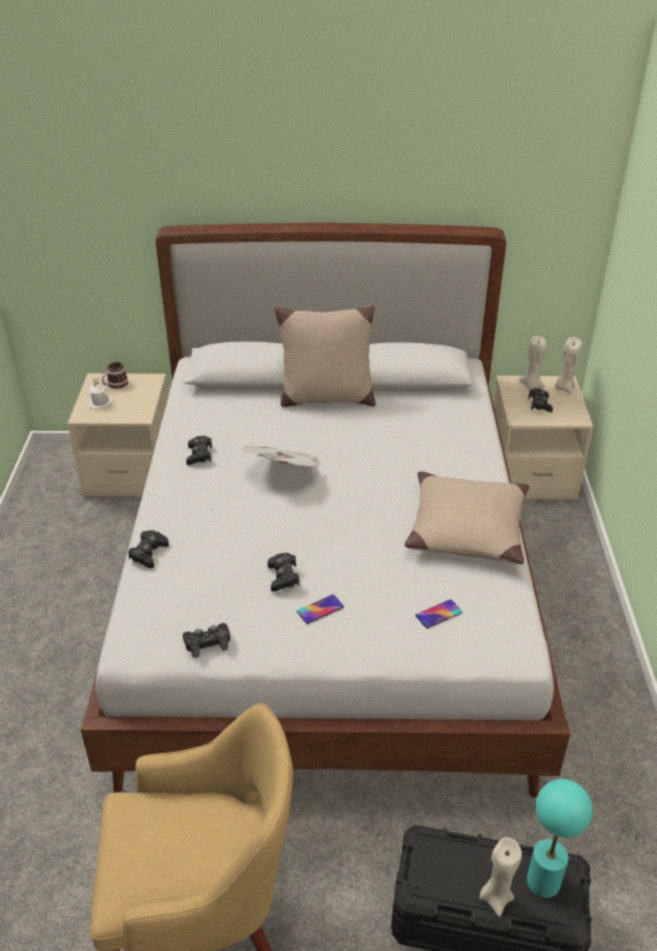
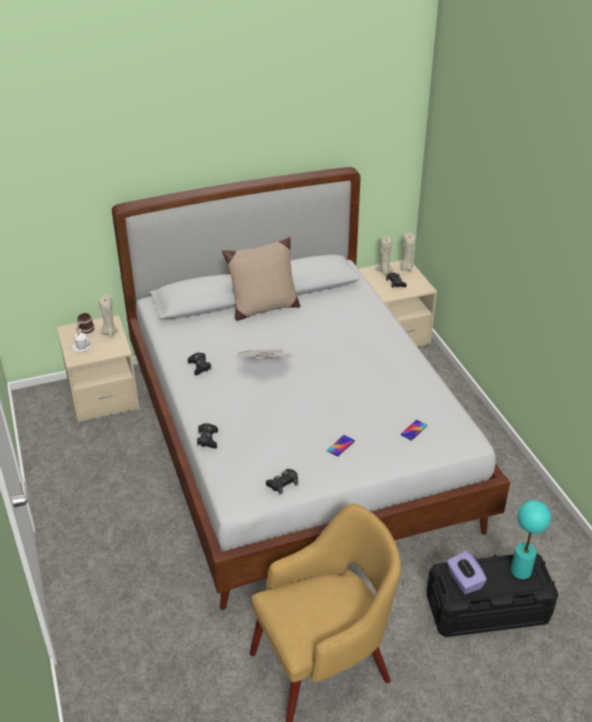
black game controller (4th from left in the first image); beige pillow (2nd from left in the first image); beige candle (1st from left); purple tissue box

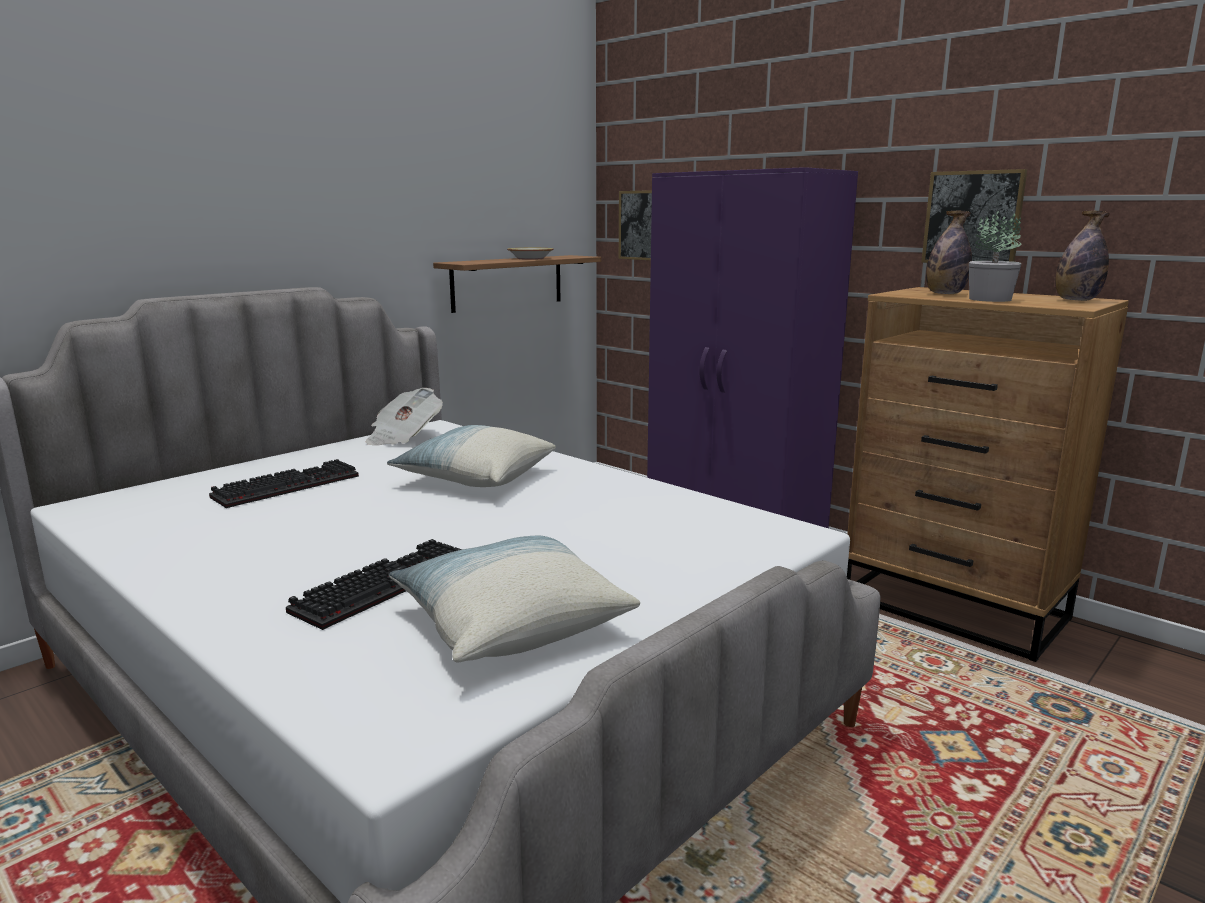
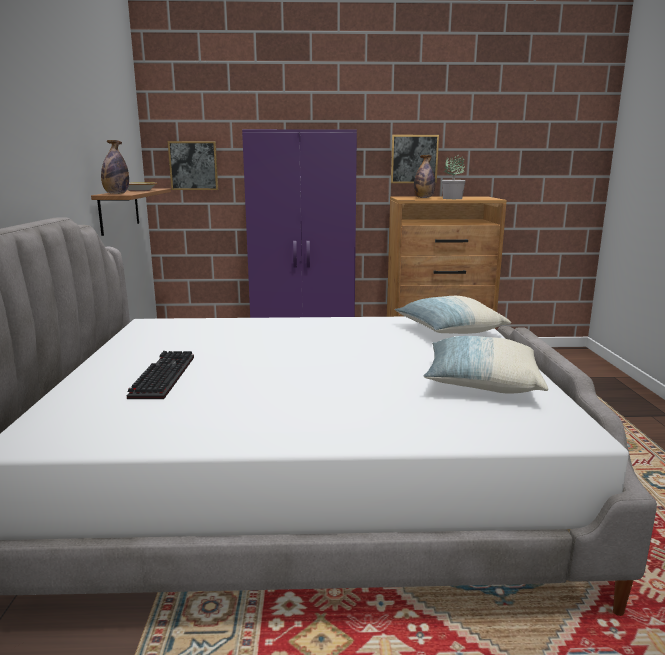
keyboard (2nd from left in the first image); newspaper; pillow (1st from left); bottle (1st from left)

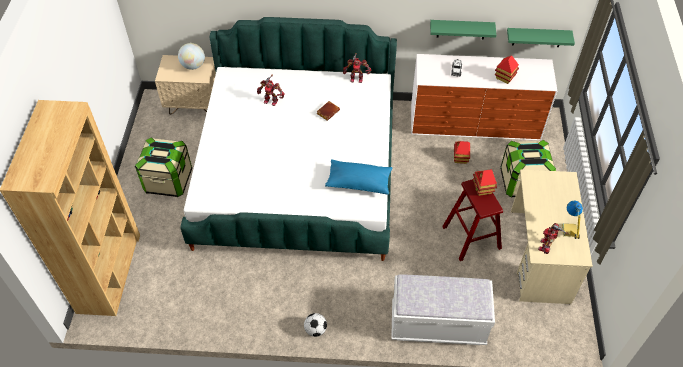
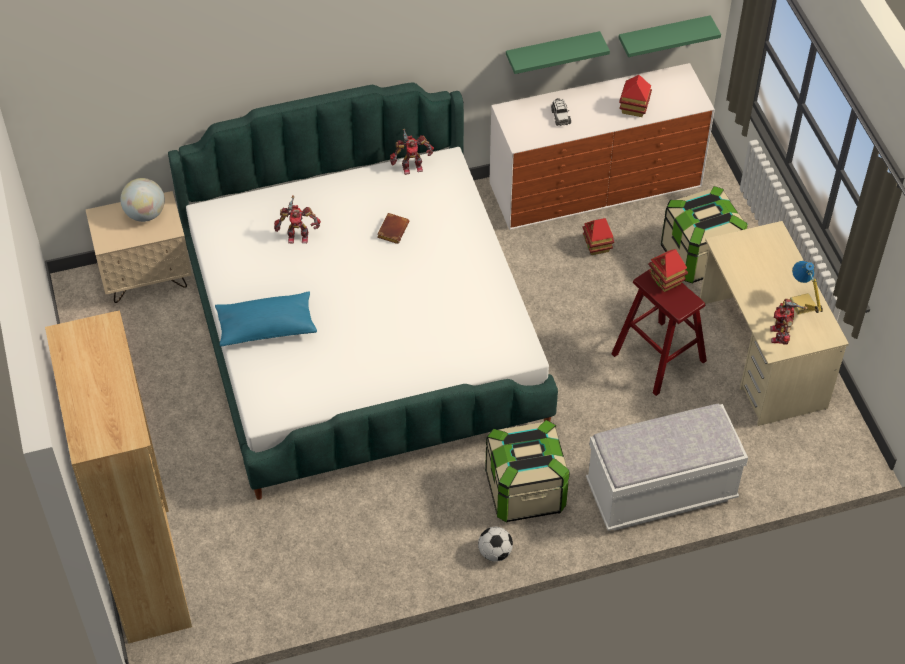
storage box (1st from left); blue pillow

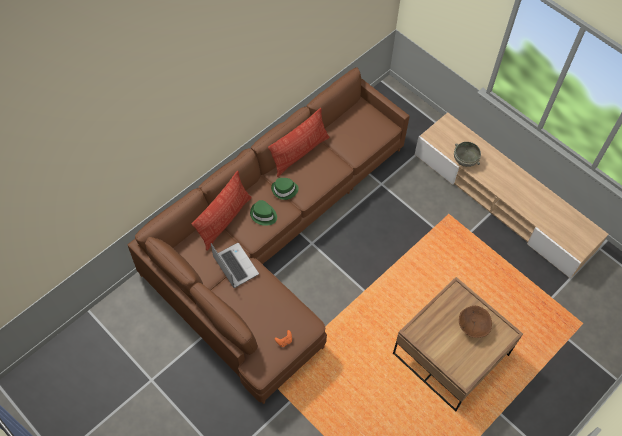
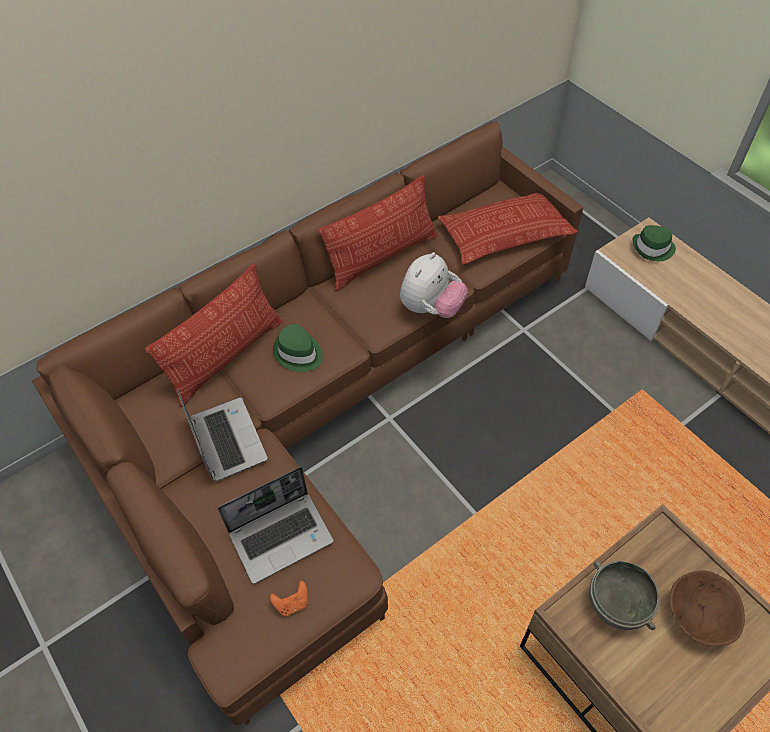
green hat (2nd from left); grey bowl; laptop (2nd from left); plush toy; pillow (3rd from left)

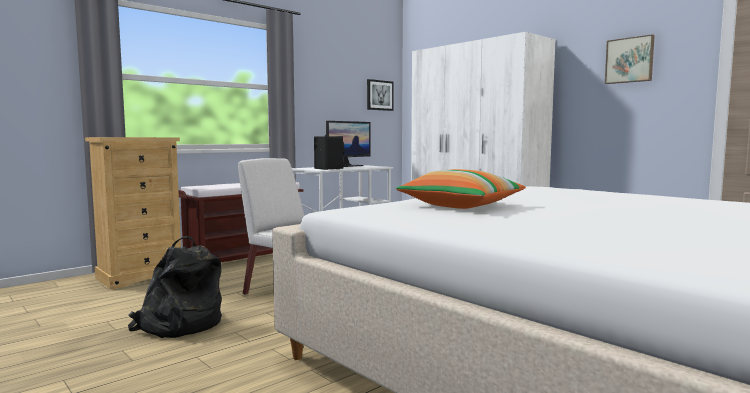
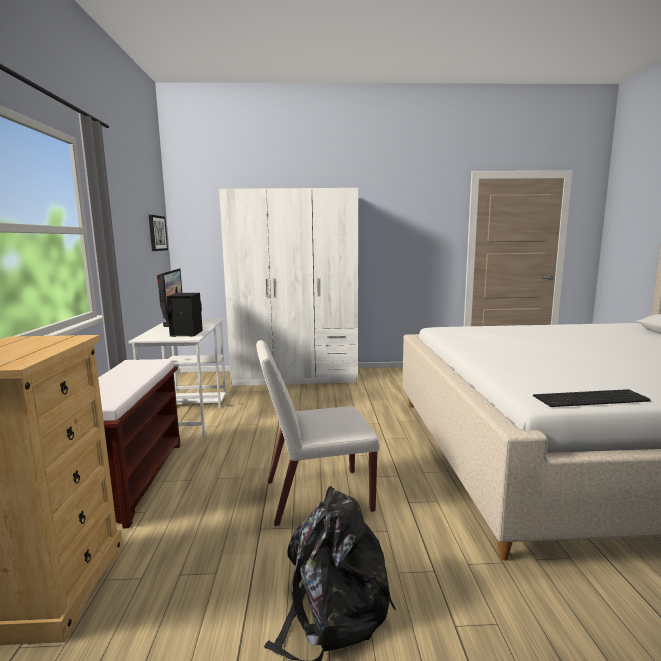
pillow; picture (2nd from left in the first image); keyboard

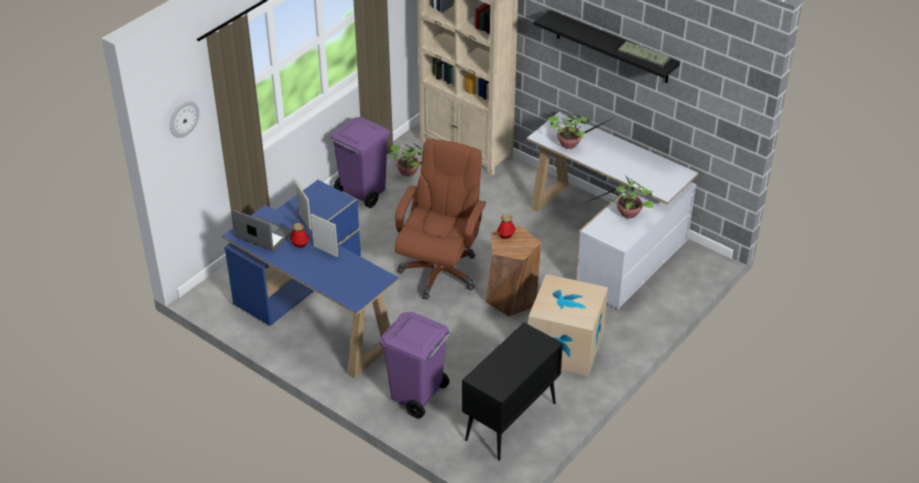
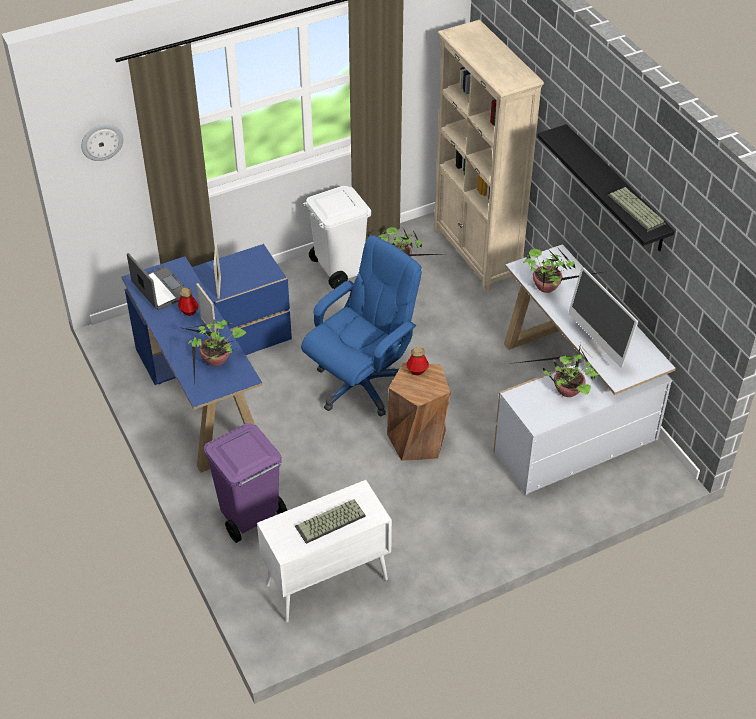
white trash can; blue office chair; white cabinet; cardboard box; potted plant (1st from left); keyboard (1st from left); monitor

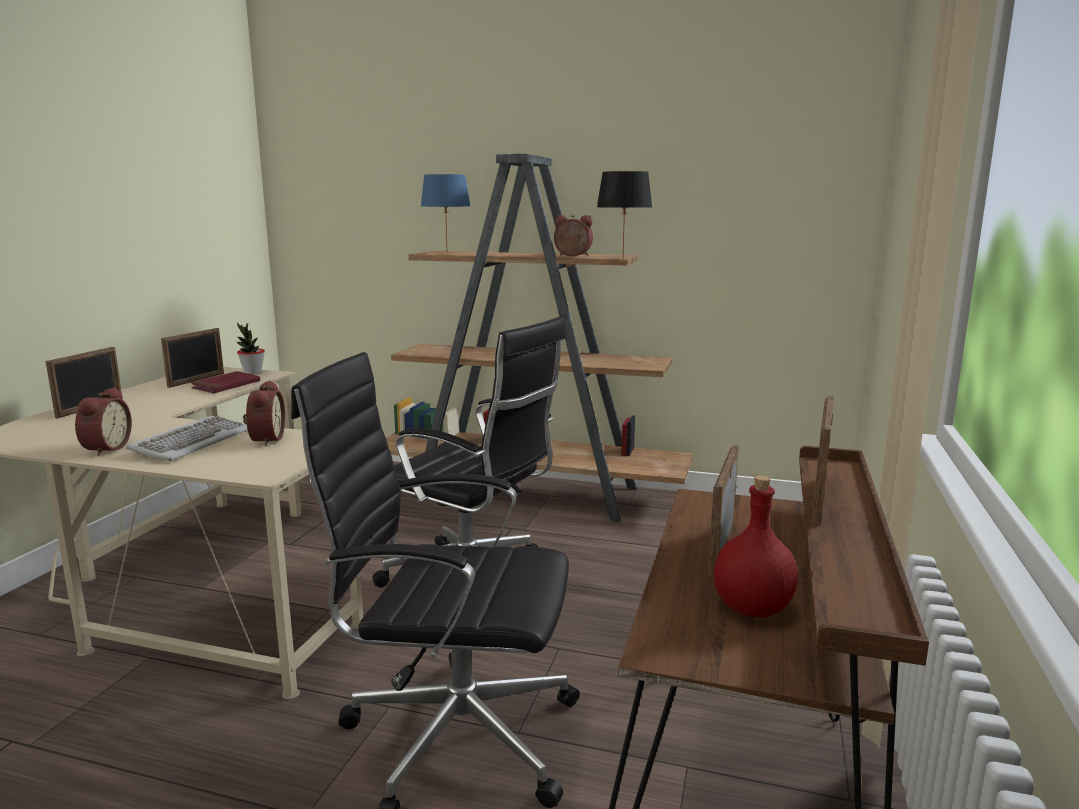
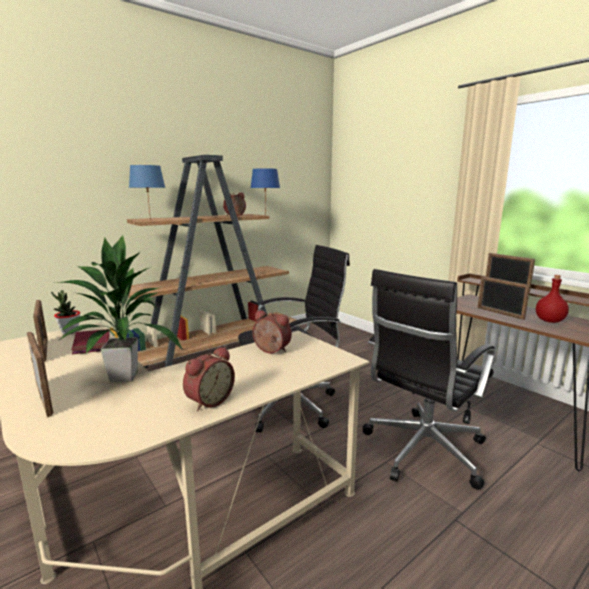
alarm clock (1st from left); keyboard; blue table lamp (2nd from left); potted plant (2nd from left)

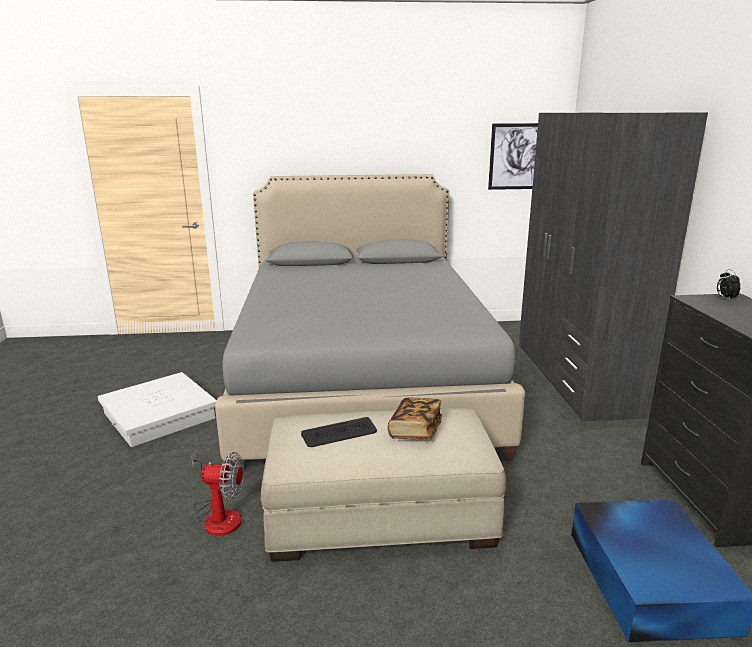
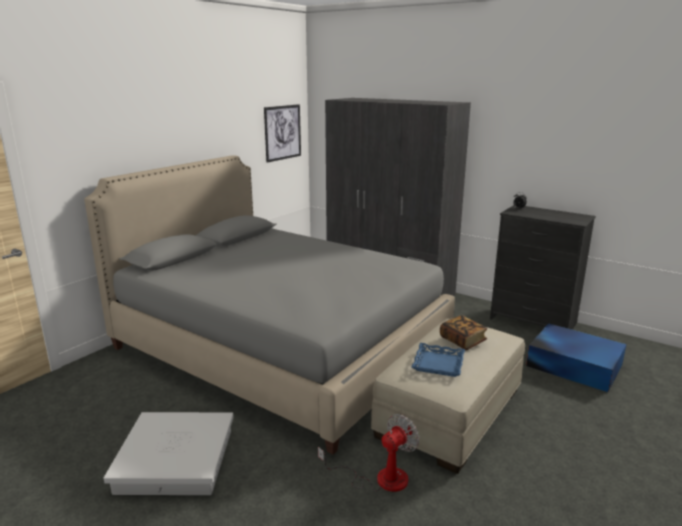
blue tray

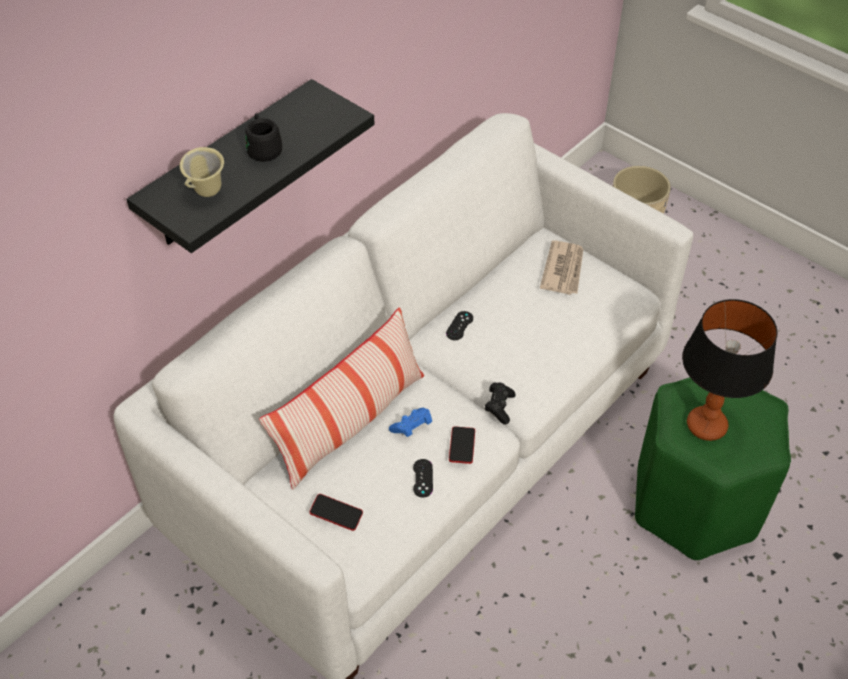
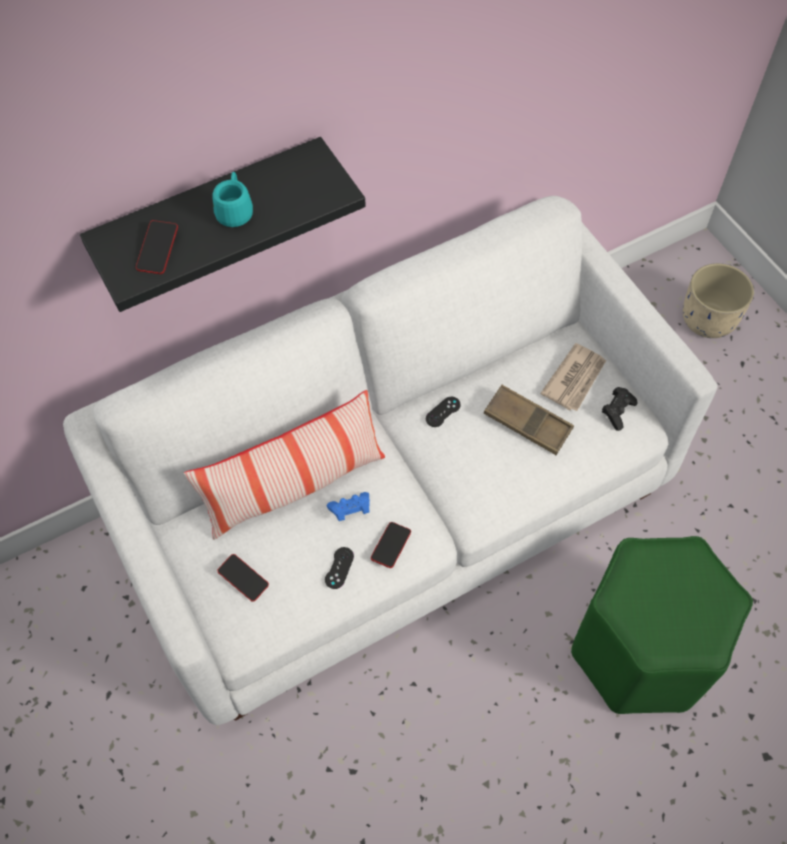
phone (1st from left); turquoise mug; black game controller (3rd from left); table lamp; brown tray

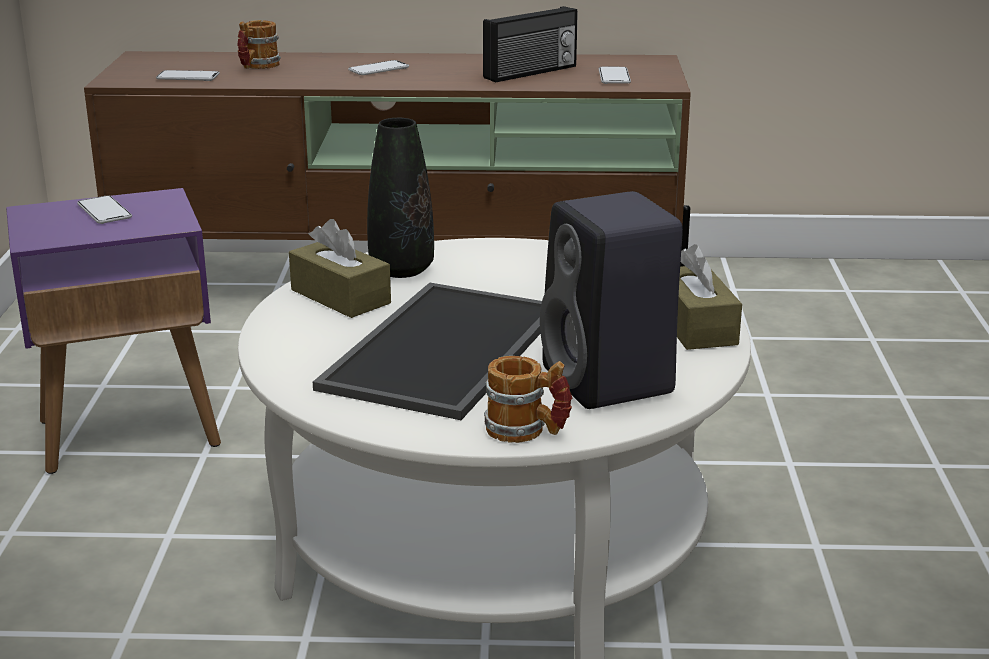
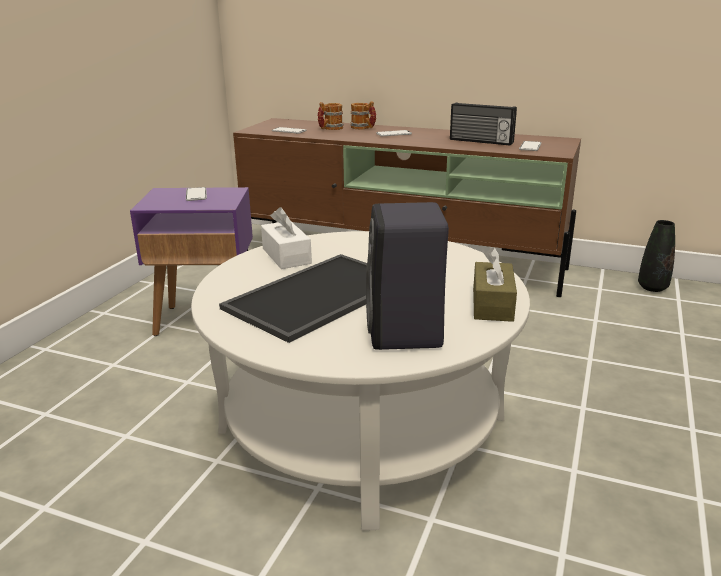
white tissue box; black vase; radio; mug (2nd from left)

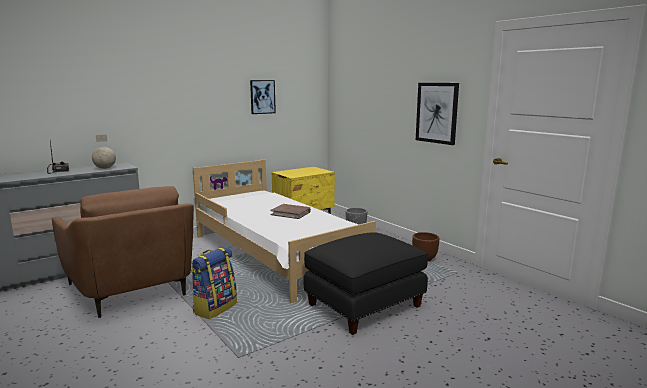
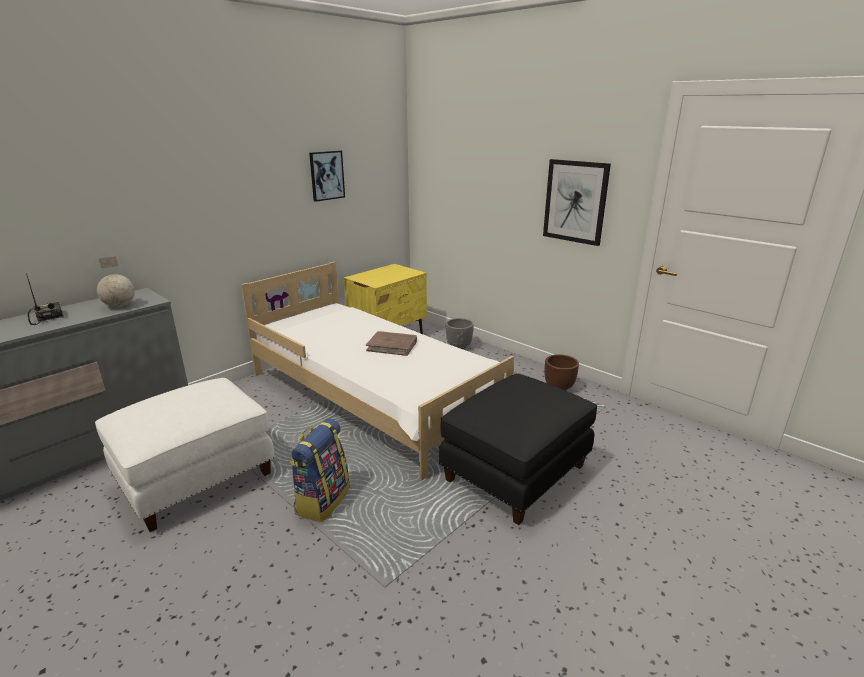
white ottoman

